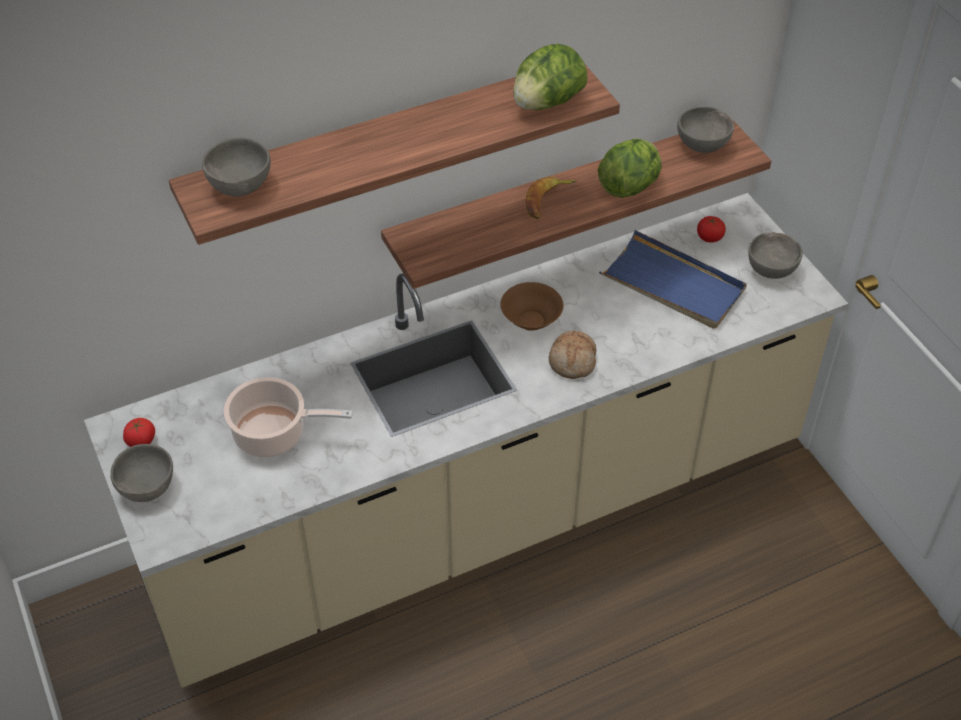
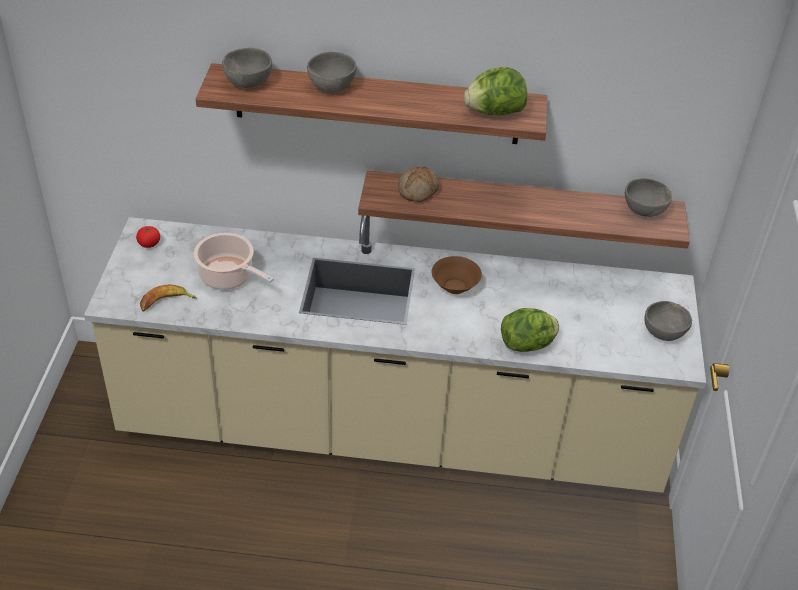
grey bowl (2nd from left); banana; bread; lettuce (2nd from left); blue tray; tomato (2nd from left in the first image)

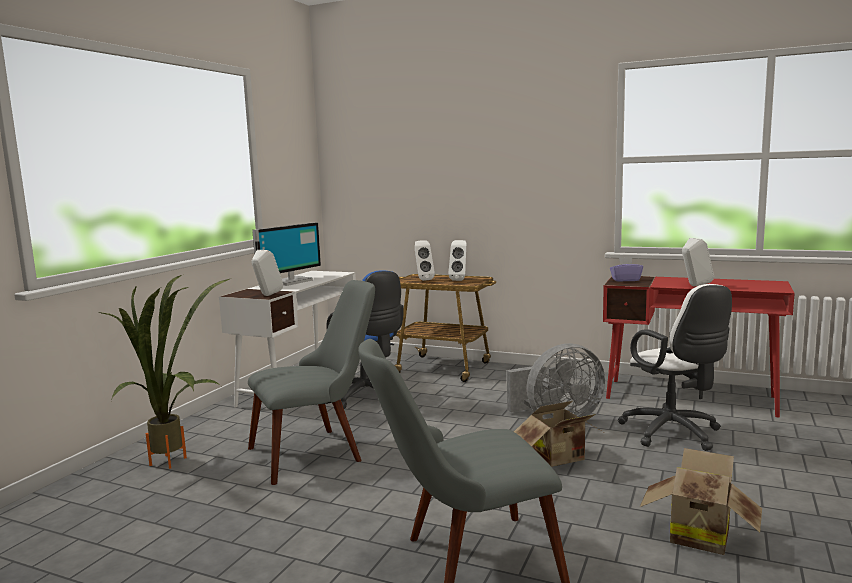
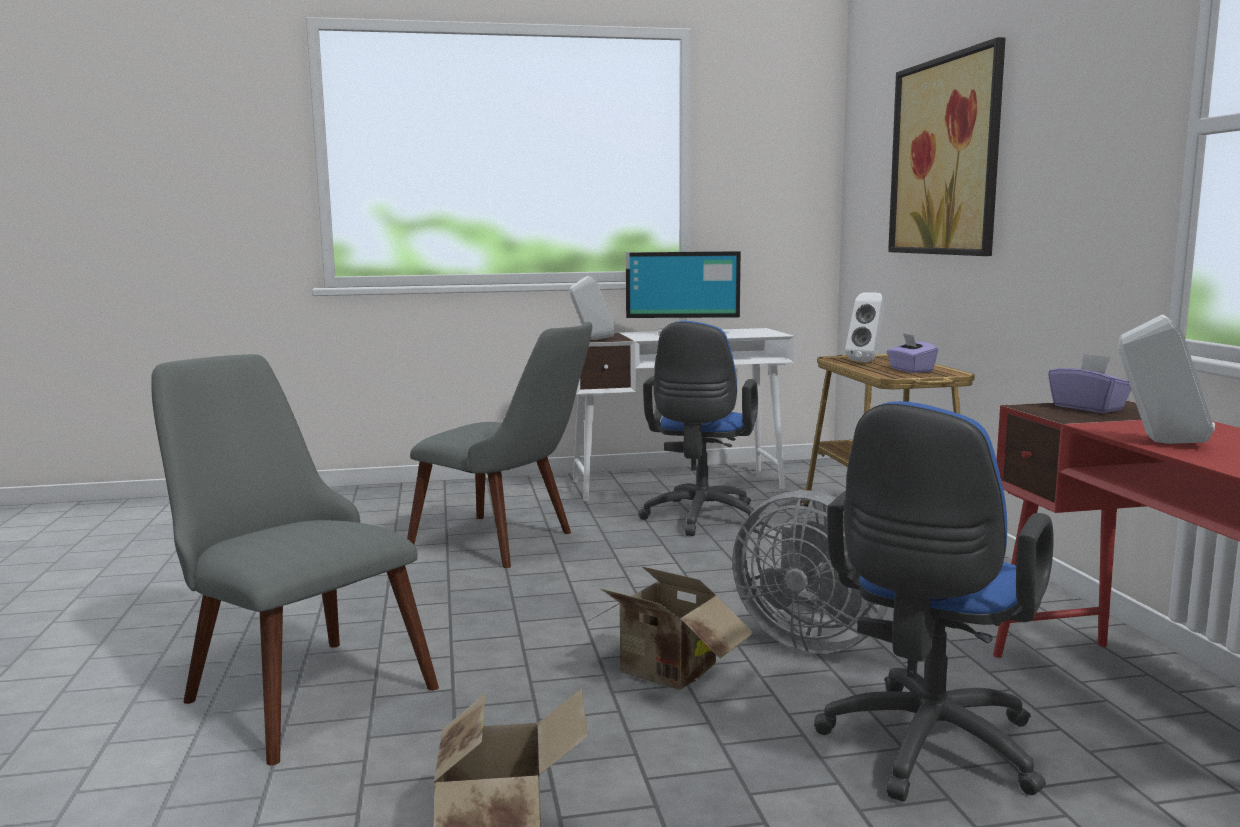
potted plant; purple tissue box (1st from left); blue office chair (2nd from left); picture

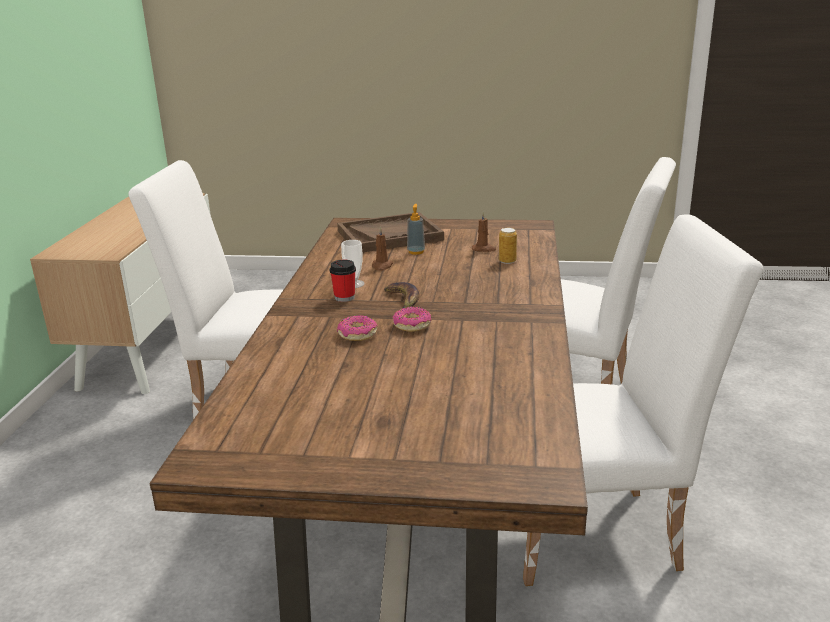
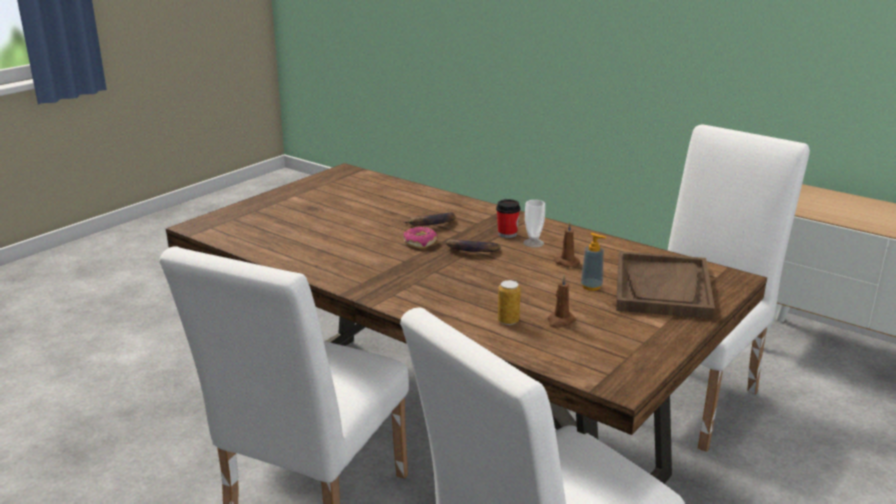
banana (1st from left)

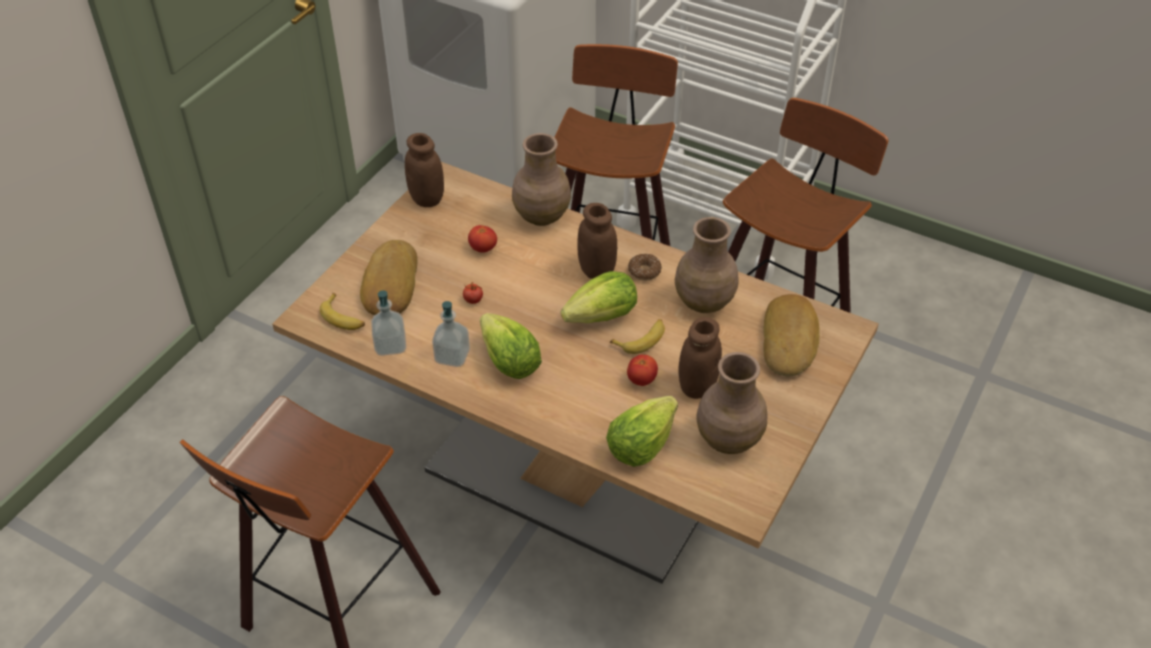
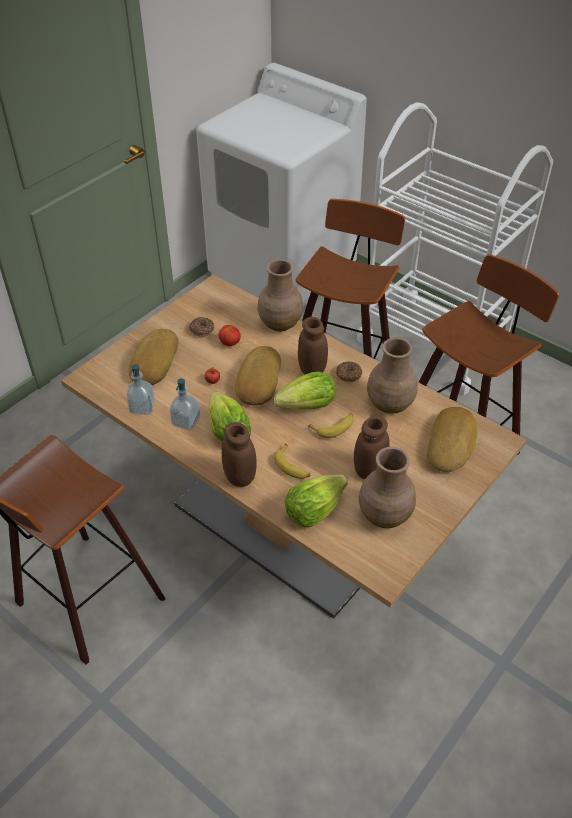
banana (1st from left); brown jar (1st from left); tomato (3rd from left in the first image); donut (1st from left); bread (2nd from left)

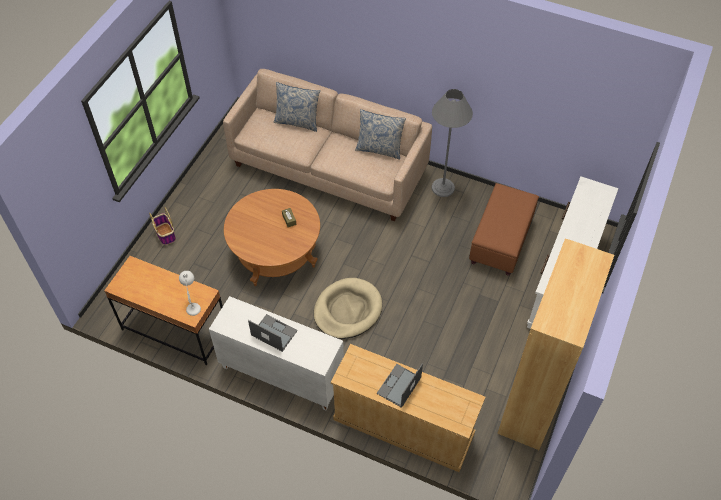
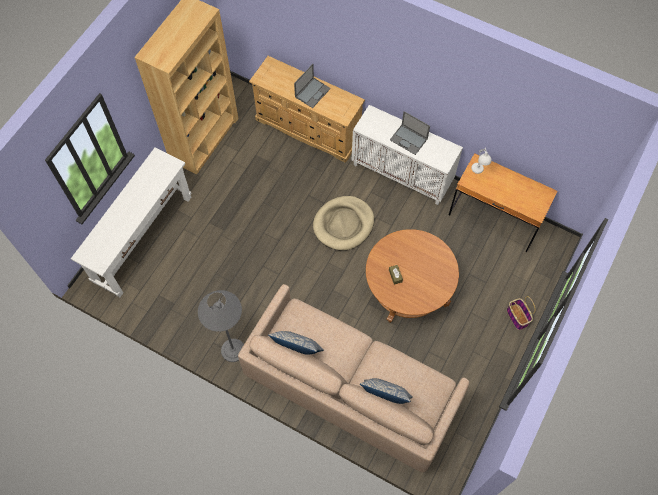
brown ottoman

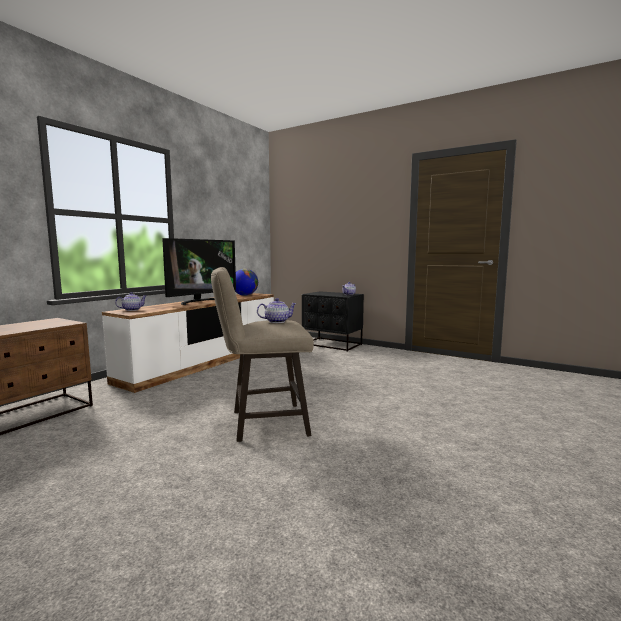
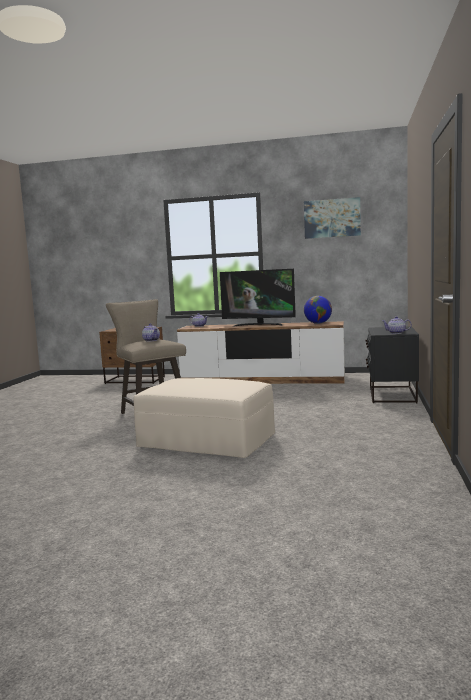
beige ottoman; picture

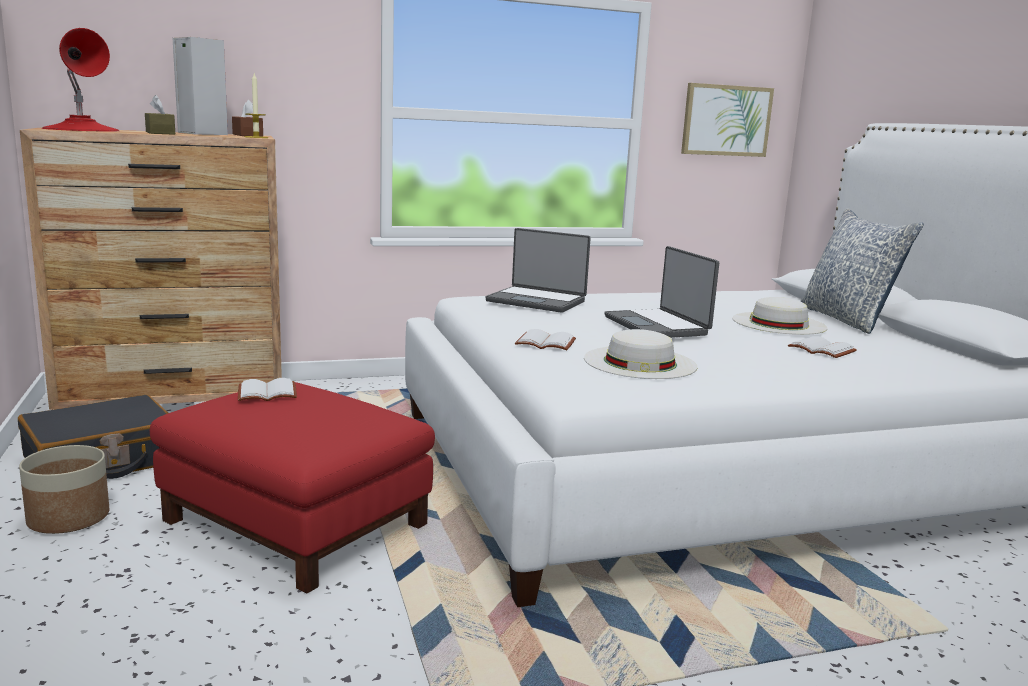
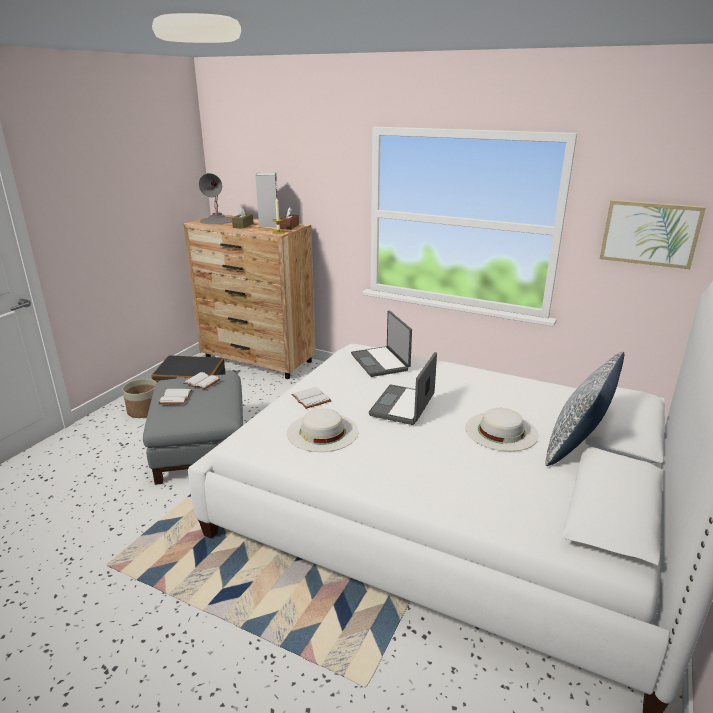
grey table lamp; grey ottoman; white book (1st from left)

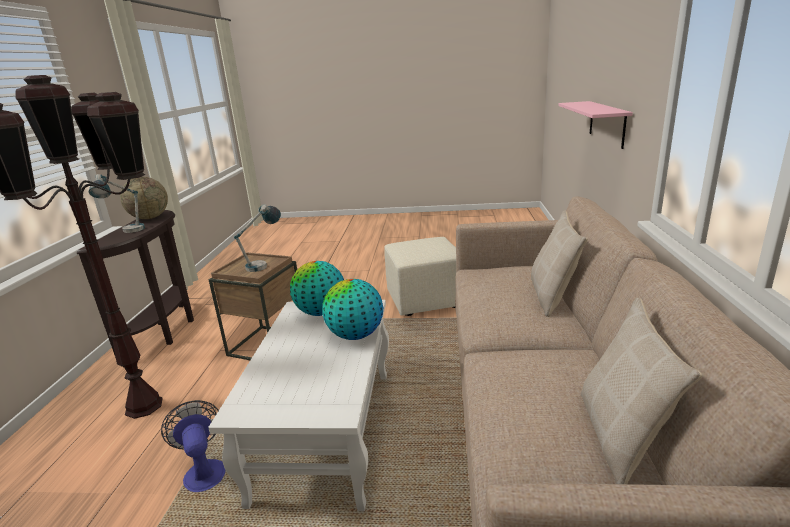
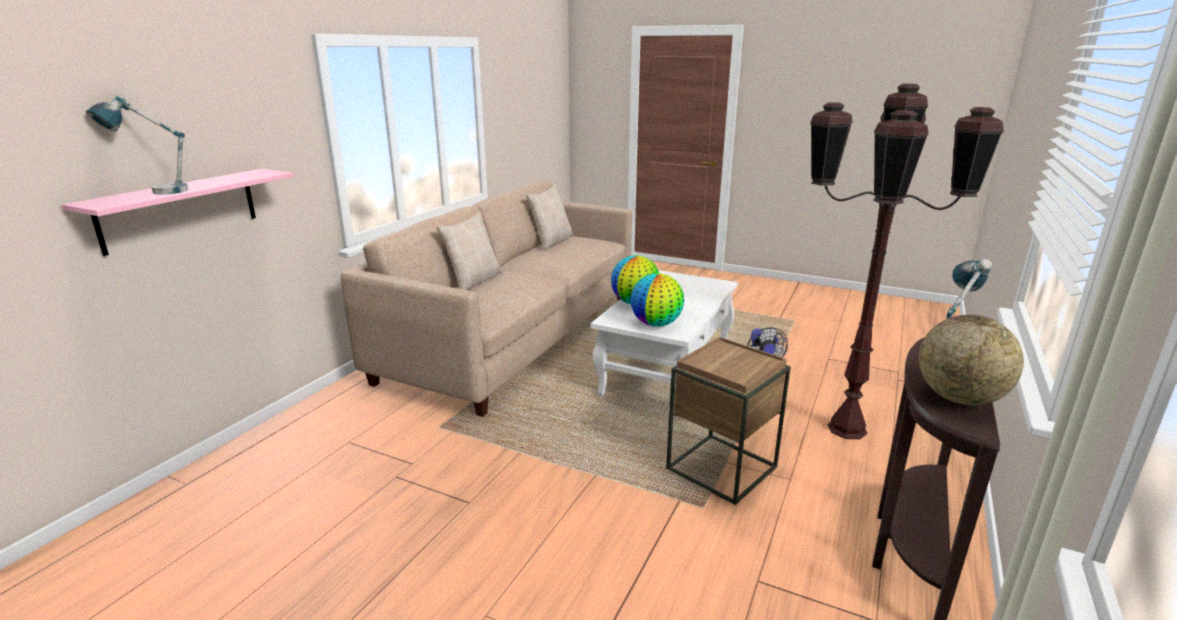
table lamp (1st from left); beige ottoman

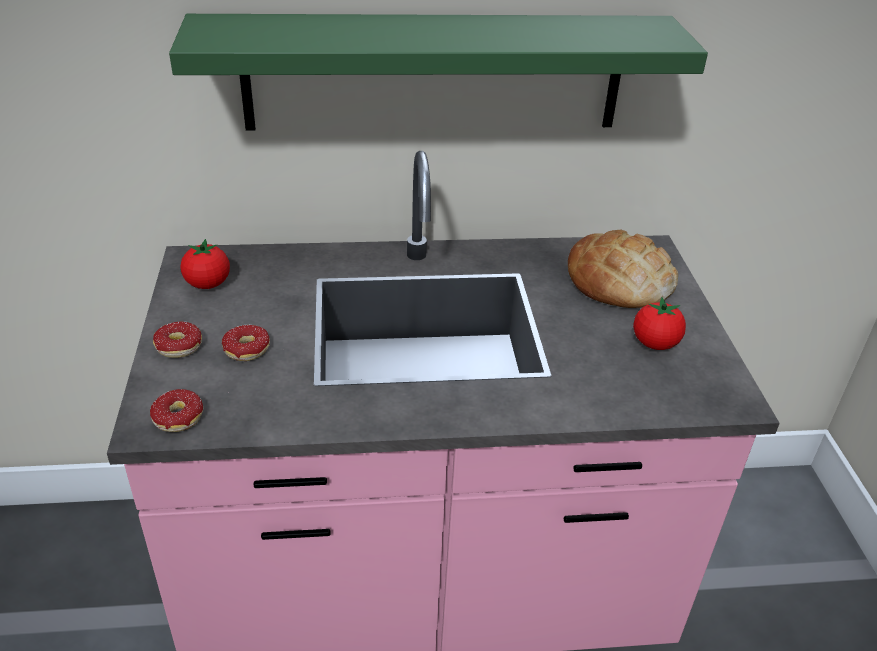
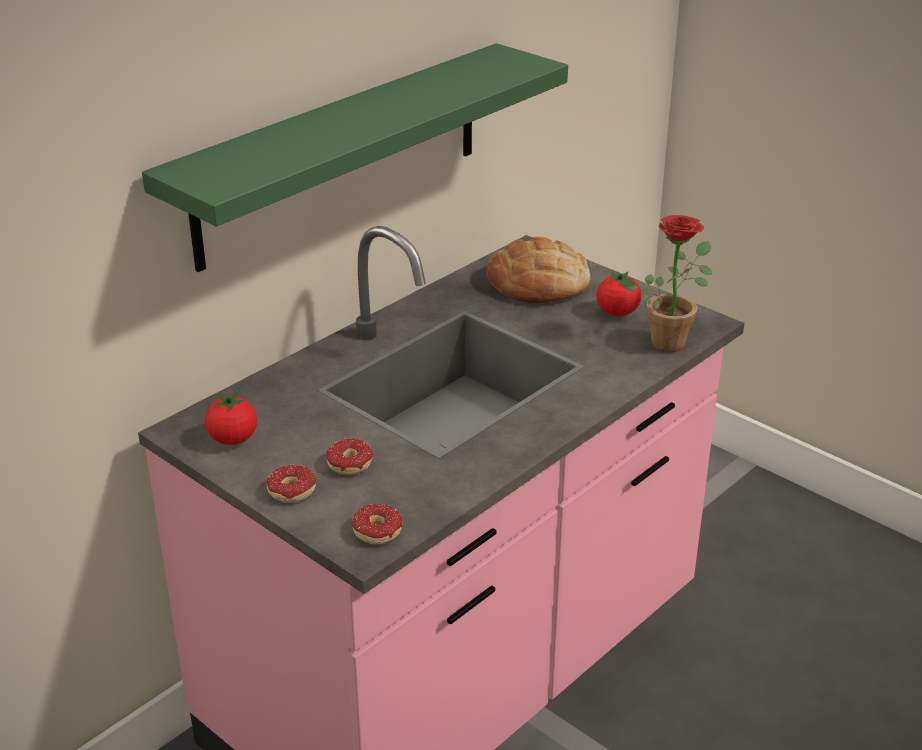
potted plant

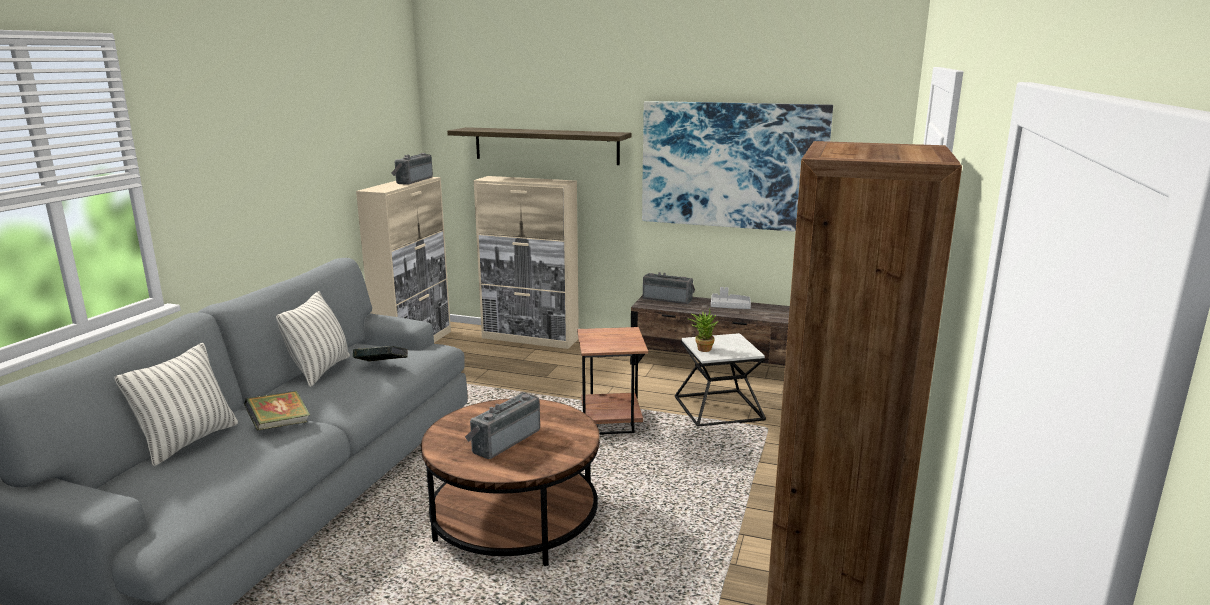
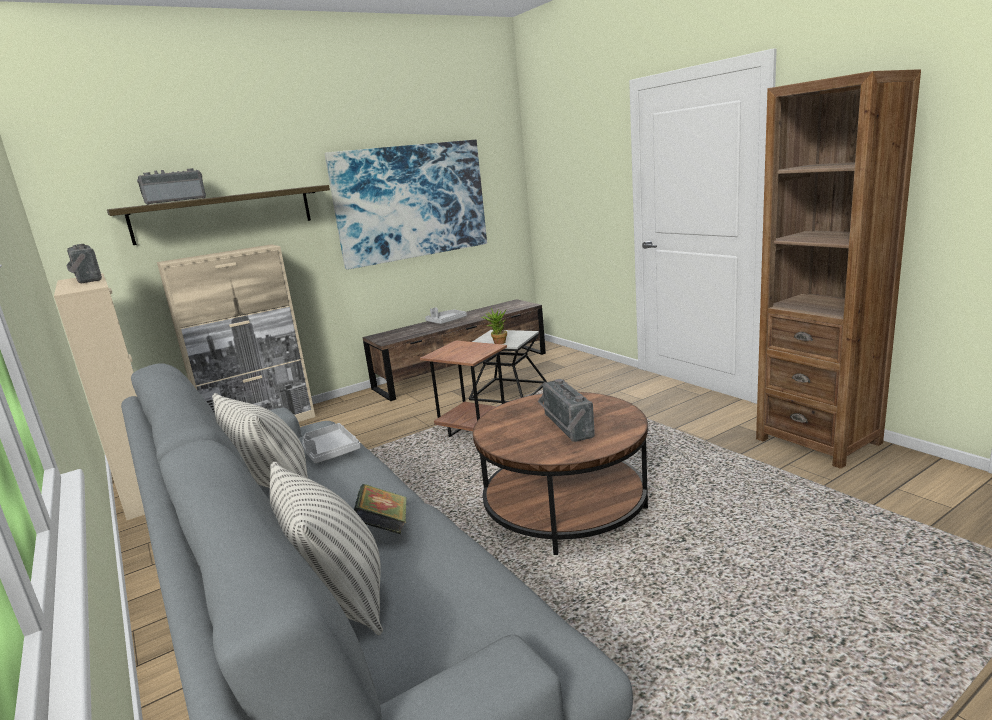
grey tray (1st from left); radio (2nd from left)

